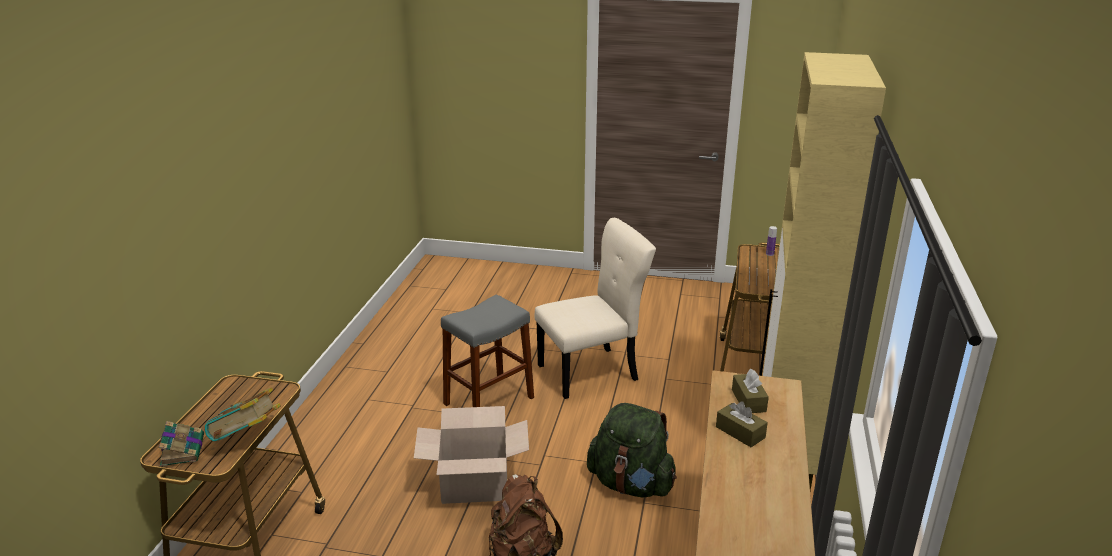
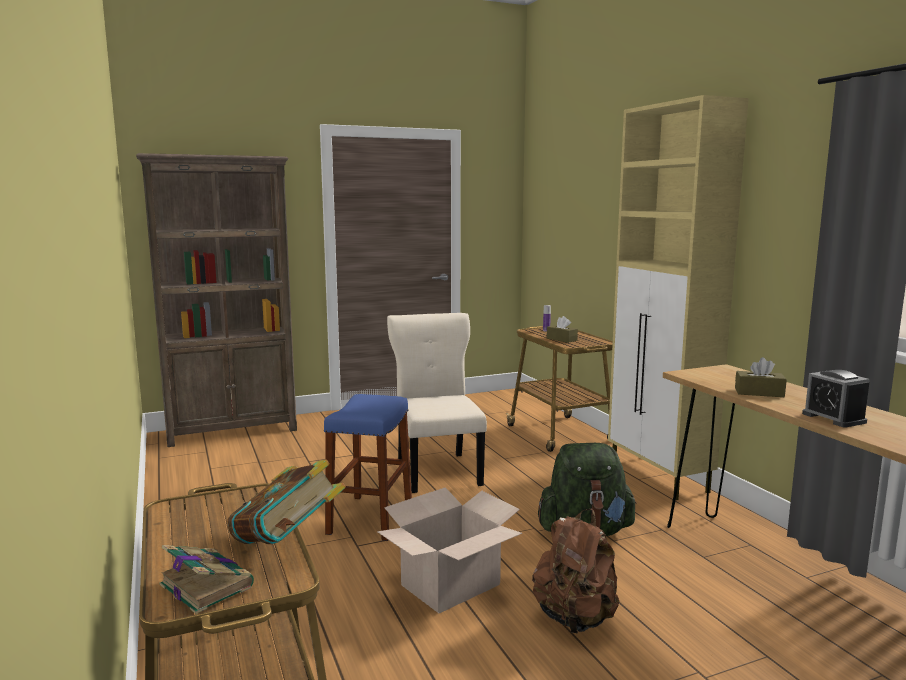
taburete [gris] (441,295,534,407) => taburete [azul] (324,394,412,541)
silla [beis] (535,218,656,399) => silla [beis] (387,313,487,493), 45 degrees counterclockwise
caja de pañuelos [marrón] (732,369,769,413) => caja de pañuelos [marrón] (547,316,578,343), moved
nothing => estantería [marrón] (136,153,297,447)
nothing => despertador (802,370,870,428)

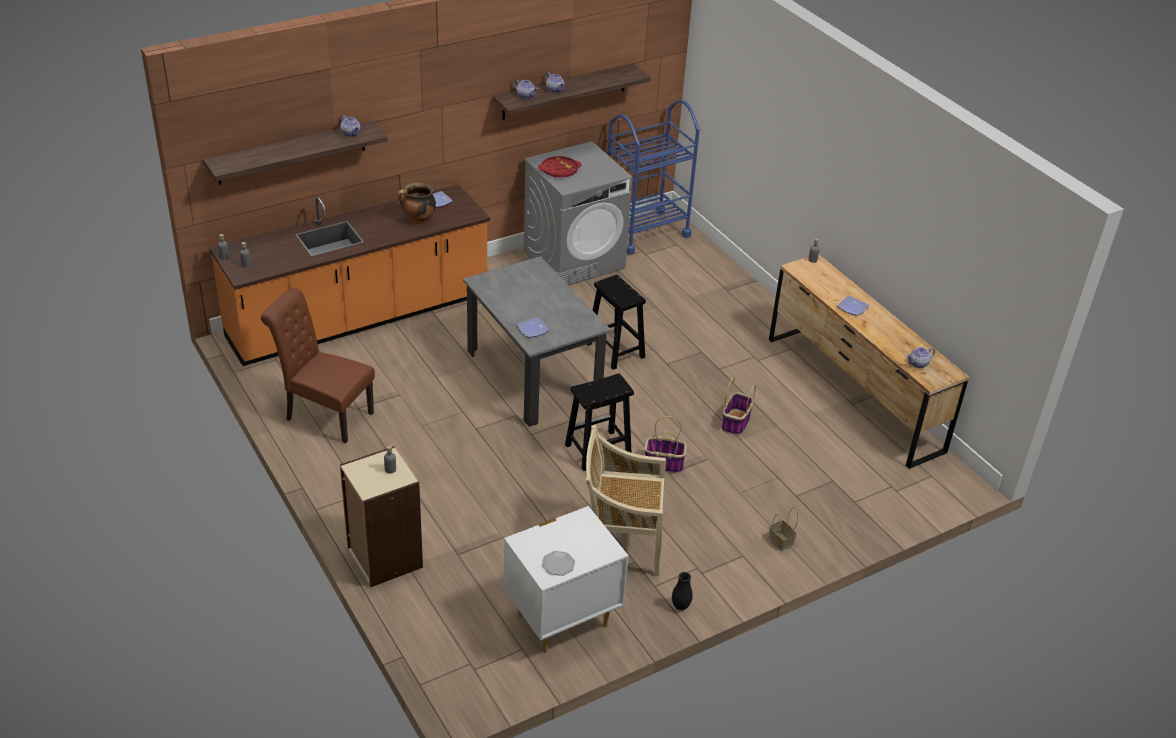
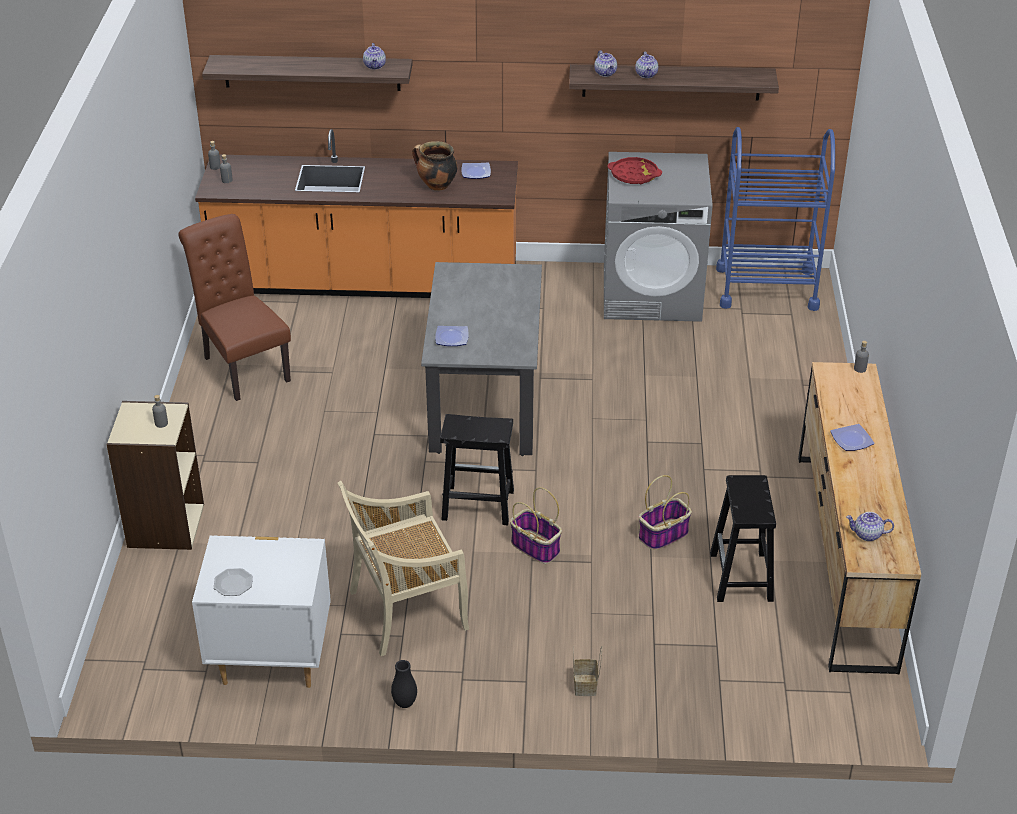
silla [beis] (586,425,666,576) => silla [beis] (337,481,469,656), 60 degrees counterclockwise
taburete [negro] (587,275,646,370) => taburete [negro] (710,475,776,602), moved

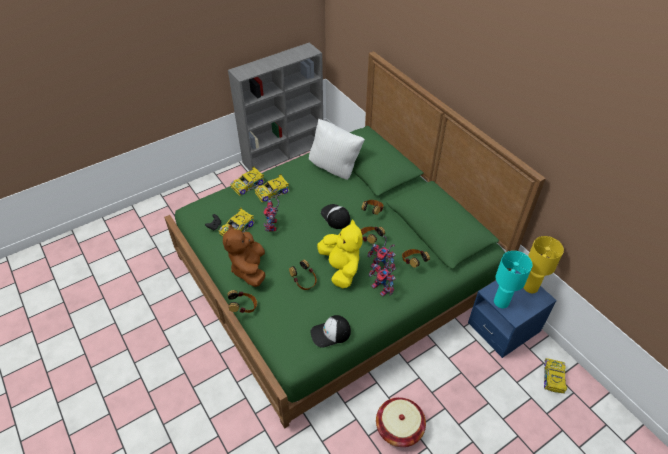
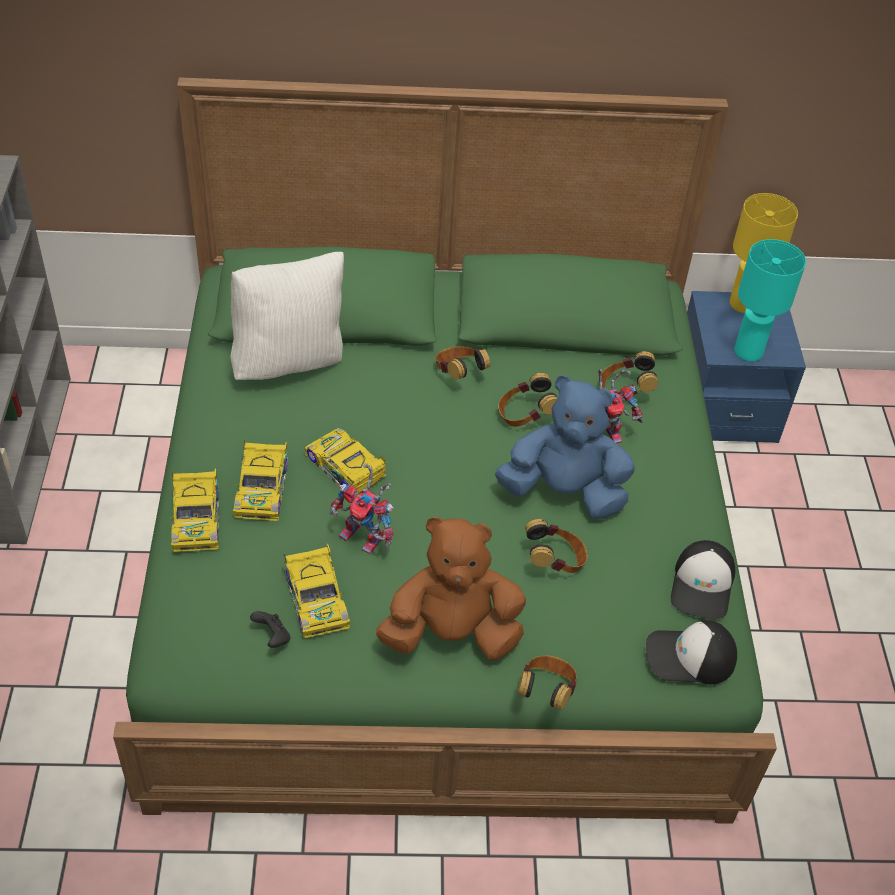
peluche [marrón] (223,224,265,287) => peluche [marrón] (376,517,526,660), 150 degrees clockwise
peluche [amarillo] (317,220,363,288) => peluche [azul] (495,376,635,519)
gorra (321,204,350,229) => gorra (646,620,737,684), moved
robot de juguete (368,257,396,296) => nothing
cesta (376,397,426,447) => nothing
coche de juguete (544,358,567,394) => coche de juguete (305,428,387,494), moved

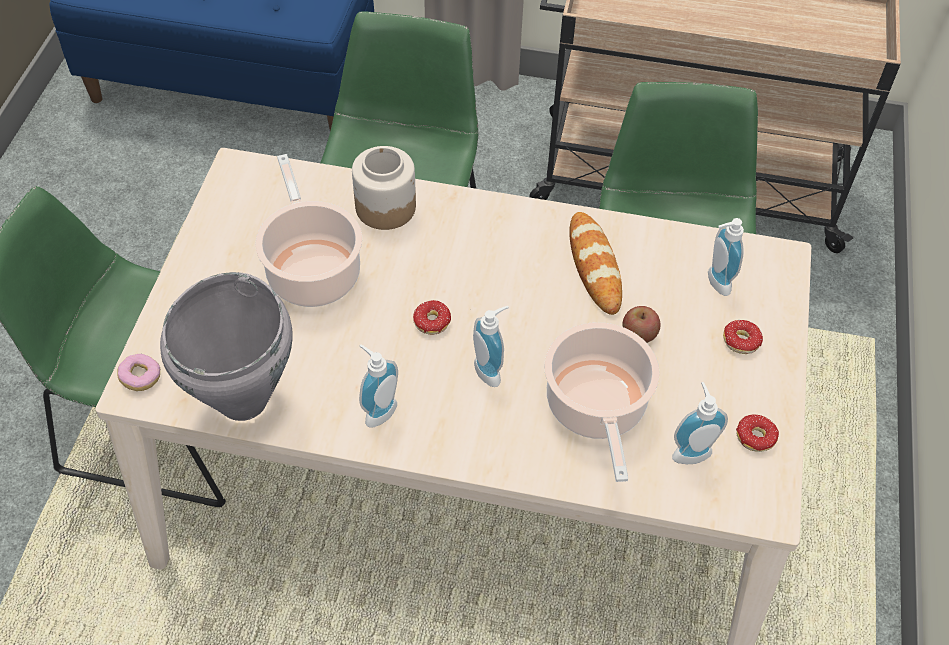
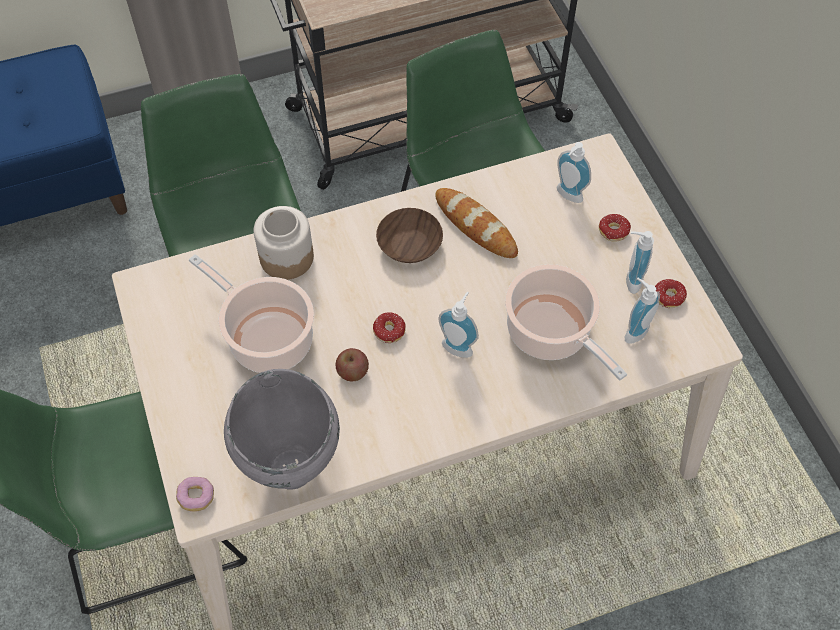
dispensador de jabón (359,345,398,428) => dispensador de jabón (626,231,654,294), moved
manzana (622,306,661,343) => manzana (335,348,369,381), moved
nothing => cuenco [marrón] (376,208,443,263)

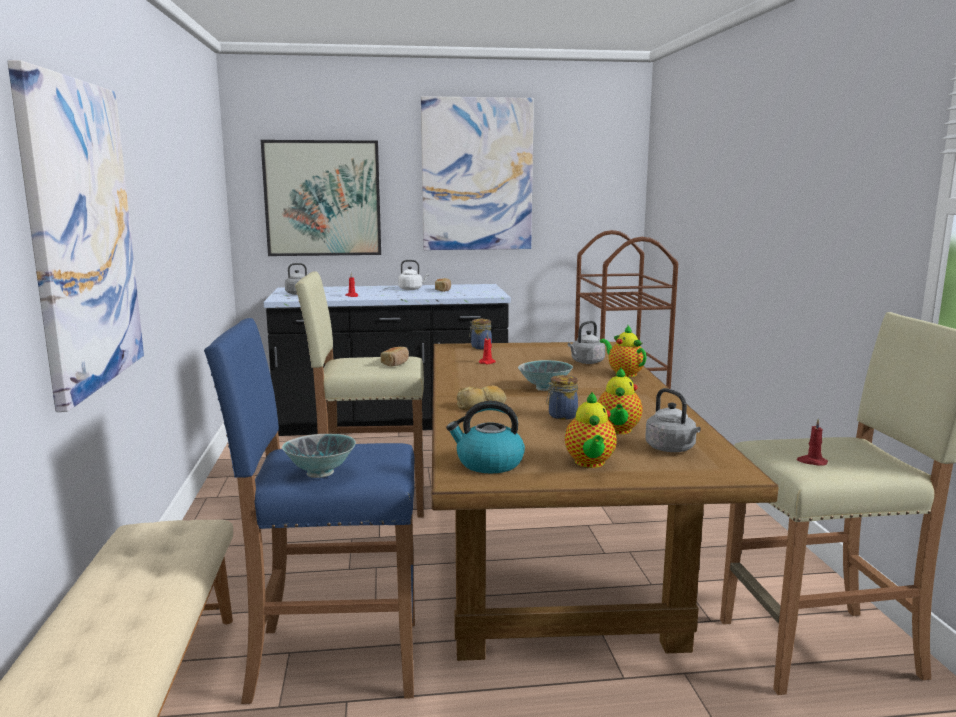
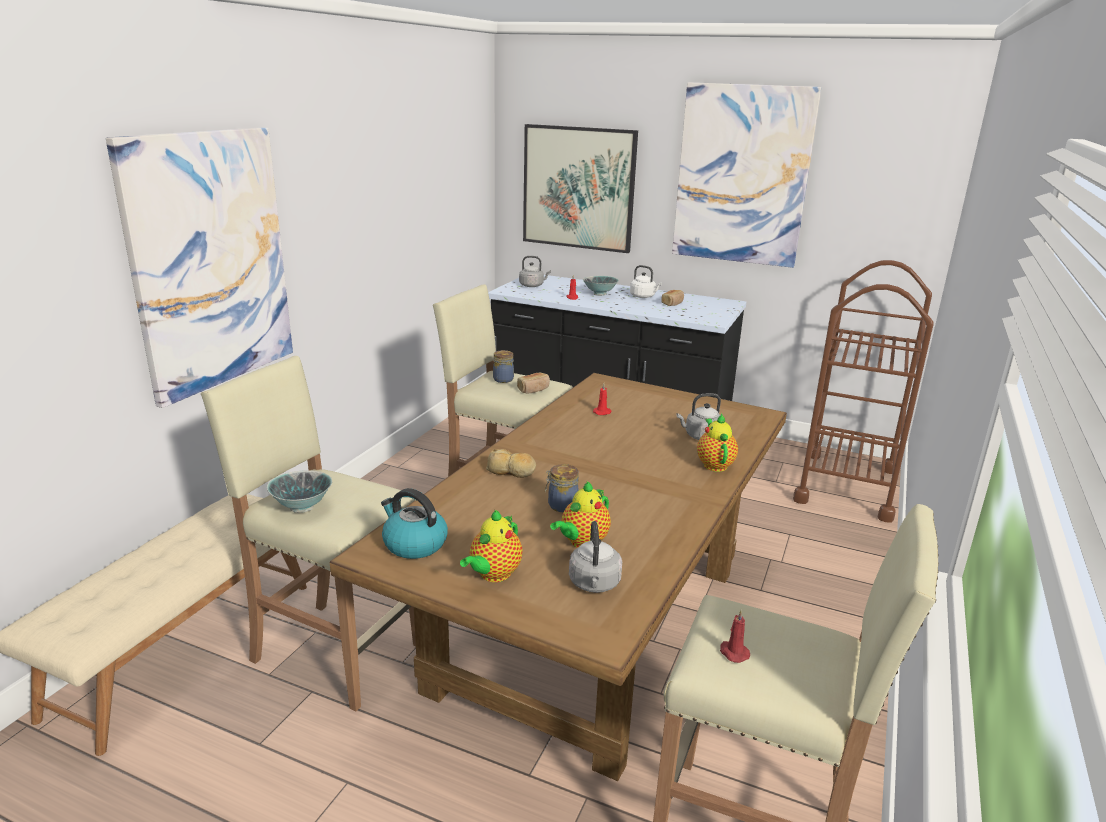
taburete [azul] (204,318,415,704) => taburete [beis] (201,356,416,711)
tarro (469,319,492,349) => tarro (493,350,514,383), moved
cuenco (518,360,573,391) => cuenco (583,276,619,296), moved

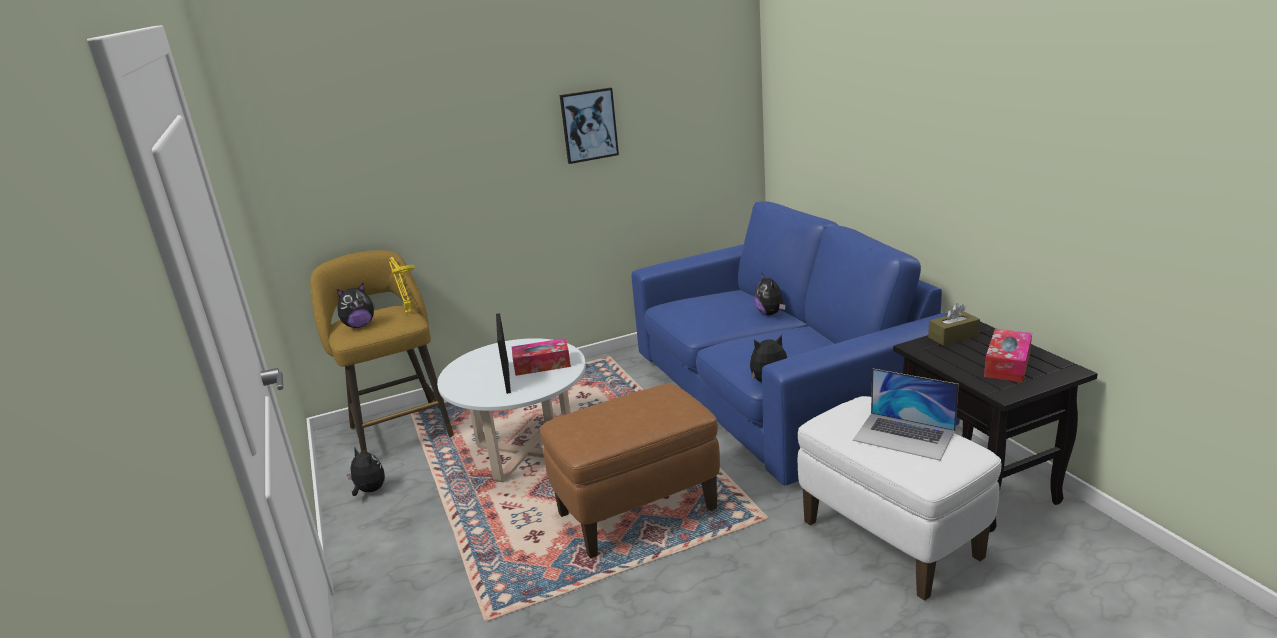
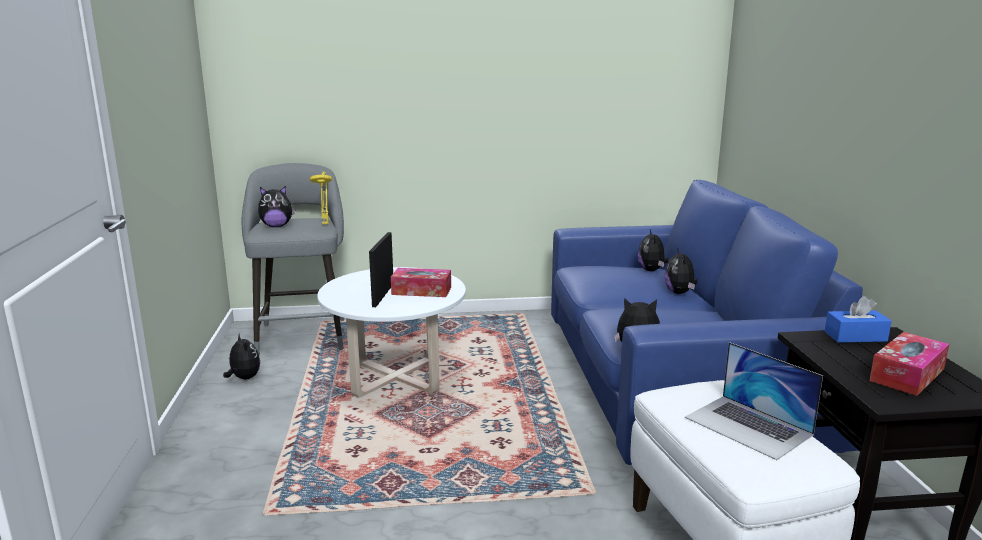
taburete [amarillo] (310,250,454,452) => taburete [gris] (242,163,344,355)
puf [marrón] (540,384,720,559) => nothing
cuadro (560,88,619,164) => nothing
caja de pañuelos [marrón] (928,303,980,346) => caja de pañuelos [azul] (824,296,892,343)
nothing => peluche (638,230,668,271)

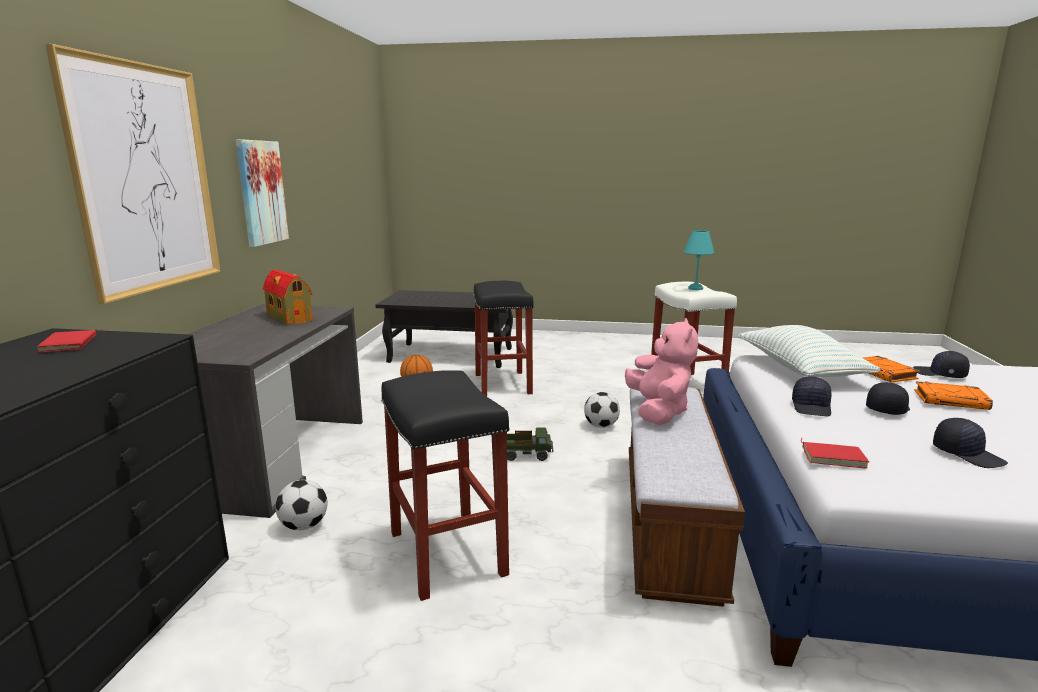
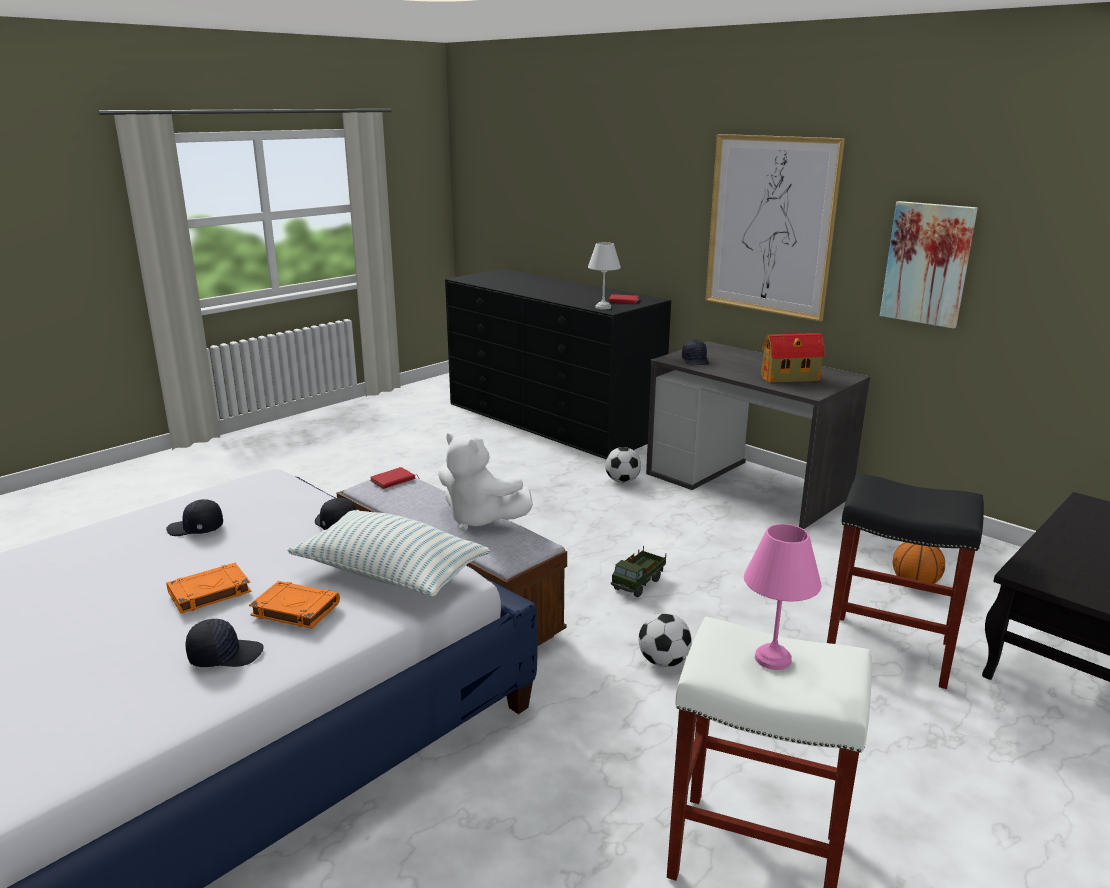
taburete [negro] (381,370,510,601) => nothing
peluche [rosa] (625,318,698,425) => peluche [blanco] (438,433,533,531)
lámpara de mesa [turquesa] (684,230,714,290) => lámpara de mesa [rosa] (744,524,821,670)
libro [rojo] (801,438,869,469) => libro [rojo] (370,467,420,489), moved
gorra [negro] (866,382,910,415) => gorra [negro] (682,340,709,365), moved
nothing => lámpara de mesa [blanco] (588,242,621,310)

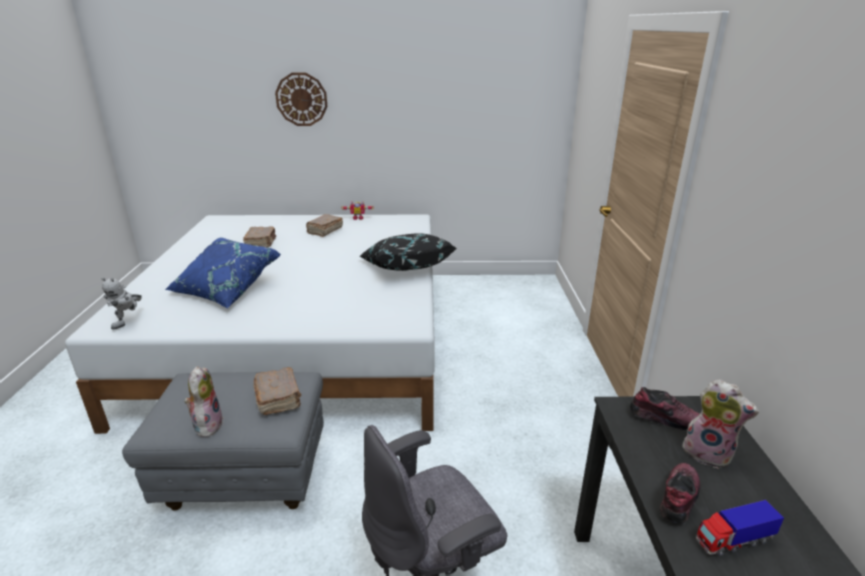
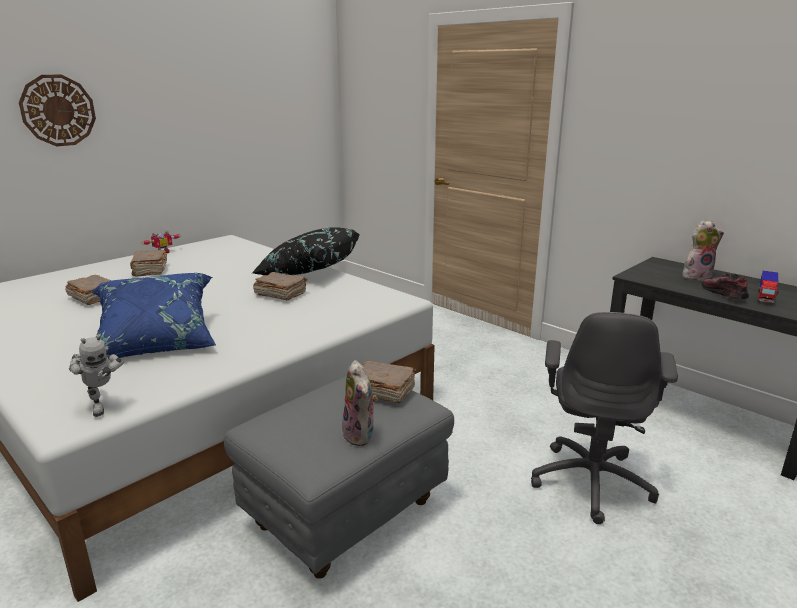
peluche (184,366,223,437) => peluche (342,360,378,446), 150 degrees counterclockwise
zapato (630,387,700,430) => nothing
nothing => libro [marrón] (253,272,307,300)

